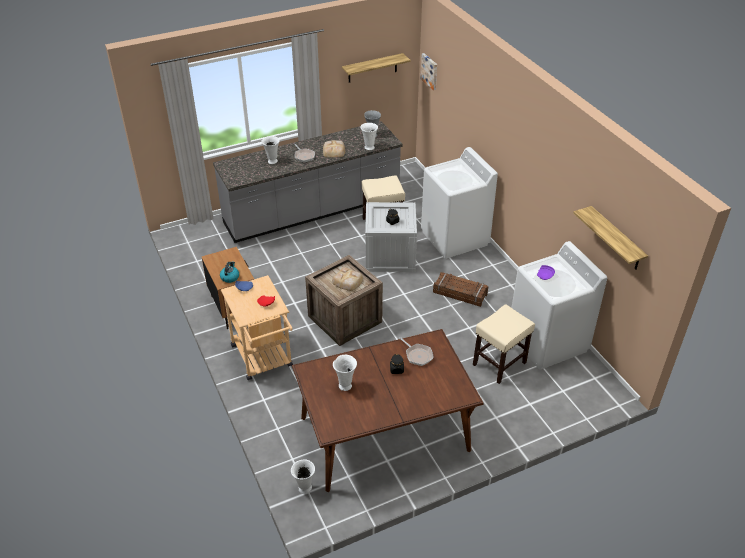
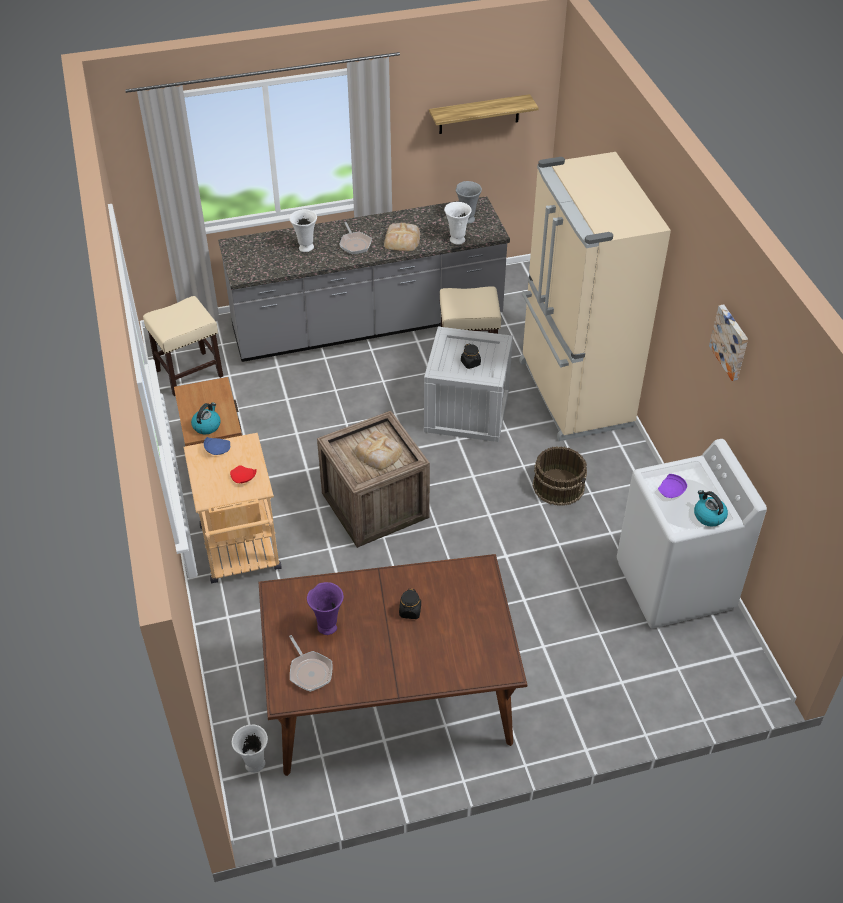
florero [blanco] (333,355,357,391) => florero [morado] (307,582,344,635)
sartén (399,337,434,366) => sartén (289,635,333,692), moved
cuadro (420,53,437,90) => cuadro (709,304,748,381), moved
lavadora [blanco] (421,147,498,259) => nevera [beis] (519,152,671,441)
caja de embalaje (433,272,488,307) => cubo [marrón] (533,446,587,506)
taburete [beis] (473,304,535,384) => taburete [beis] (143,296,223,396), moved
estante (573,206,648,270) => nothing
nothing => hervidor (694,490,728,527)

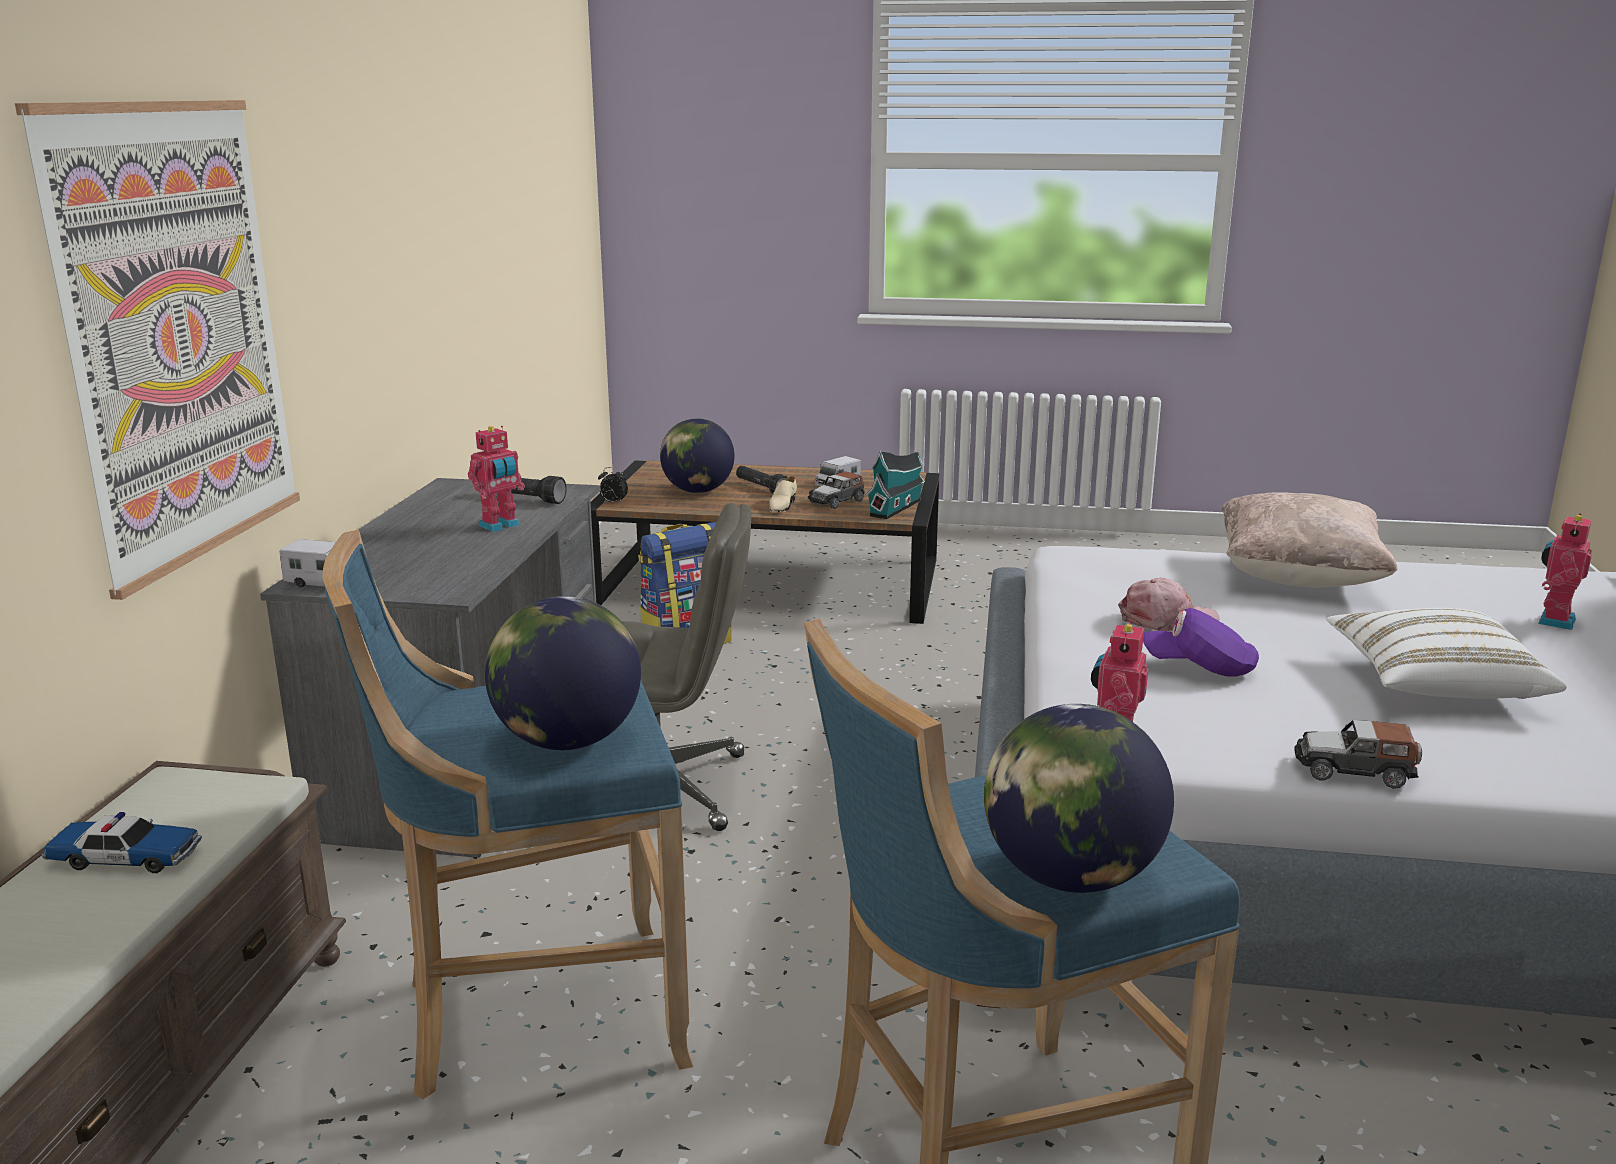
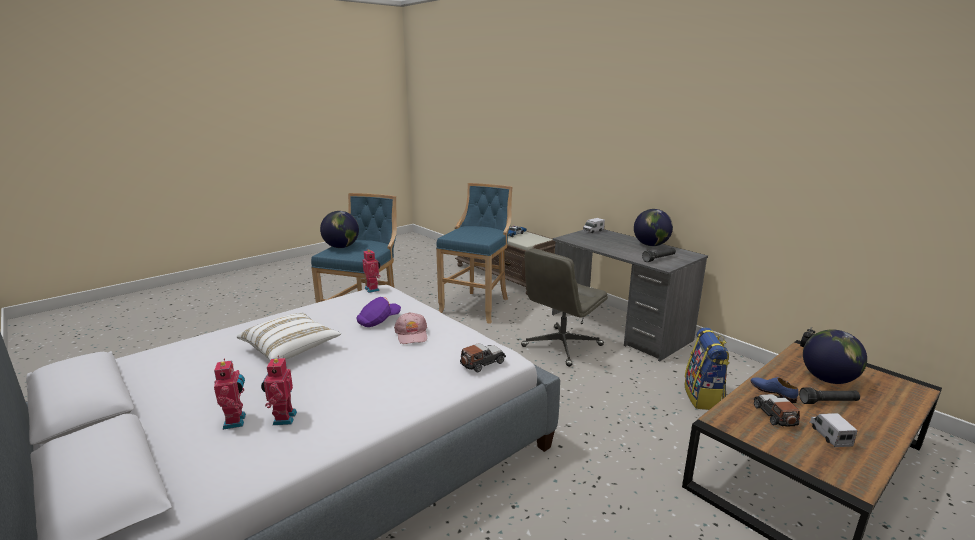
cuadro (15,100,300,600) => nothing
robot de juguete (468,426,525,532) => robot de juguete (261,355,297,425), moved
globo terráqueo (485,596,641,750) => globo terráqueo (634,209,673,246), moved
zapato [beis] (769,476,797,512) => zapato [azul] (751,377,799,403)
casita (866,451,925,519) => nothing
gorra [rosa] (1118,578,1219,631) => gorra [rosa] (394,312,427,344), 45 degrees counterclockwise
cojín [beis] (1222,492,1397,588) => nothing
coche de juguete (1294,720,1422,789) => coche de juguete (460,343,506,372), moved

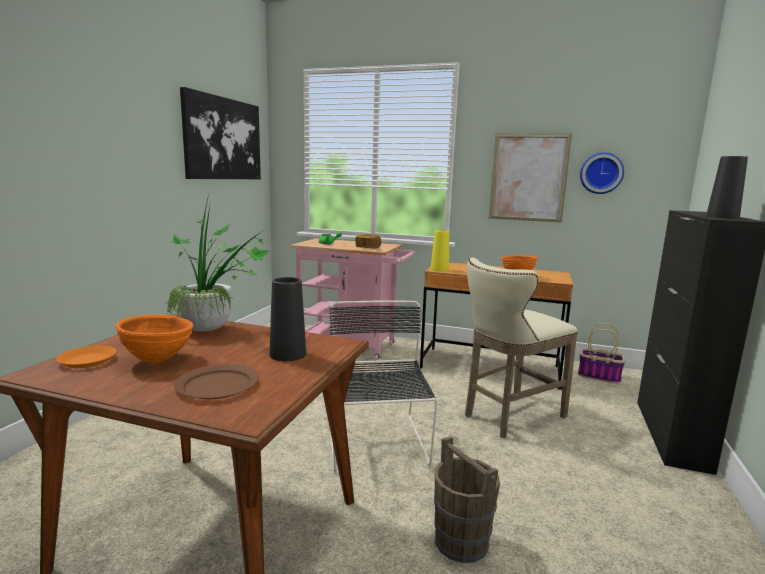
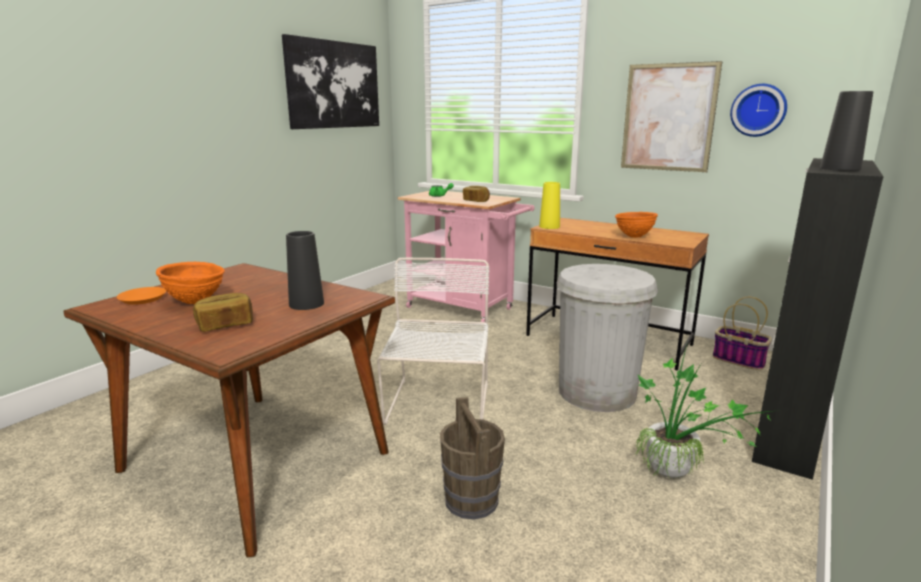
planta en maceta (165,190,270,332) => planta en maceta (635,341,779,478), moved
plato [marrón] (174,364,259,399) => pan (193,293,253,332)
silla [negro] (330,301,438,472) => silla [blanco] (377,258,489,425)
taburete [beis] (465,257,578,439) => papelera [blanco] (557,264,658,412)

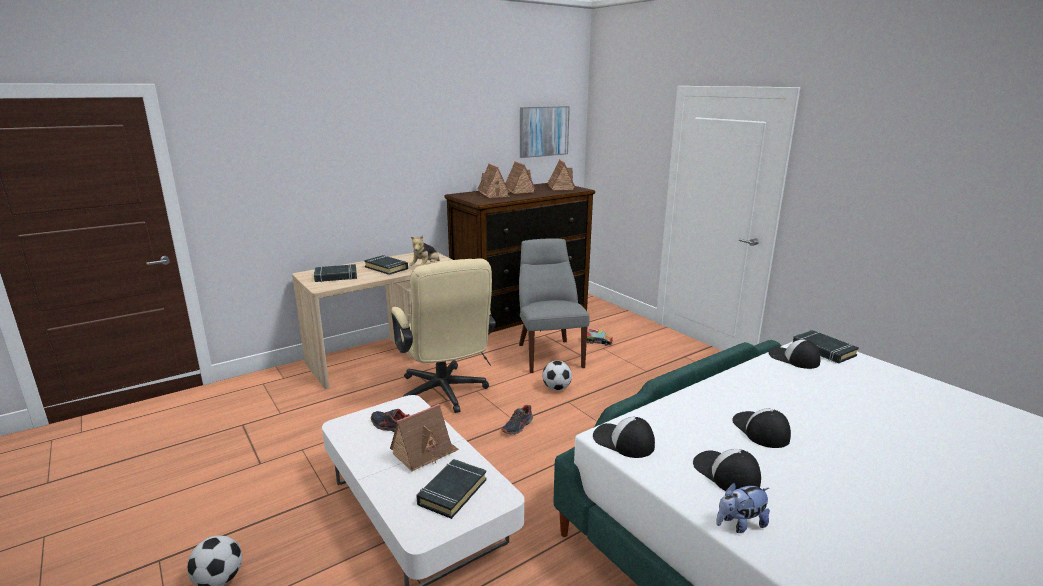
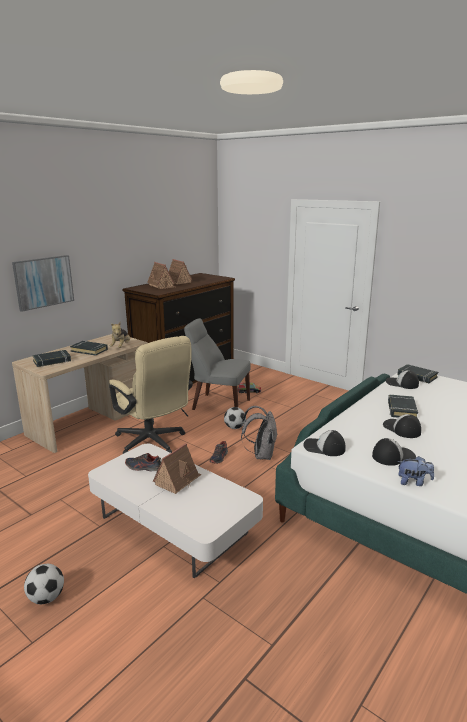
libro [negro] (416,459,487,519) => libro [negro] (388,395,418,418), moved
silla [gris] (519,238,590,373) => silla [gris] (184,318,251,410), 45 degrees counterclockwise
cuadro (520,106,570,158) => cuadro (12,255,74,312), moved
casita (548,159,575,190) => nothing
gorra (693,449,761,491) => gorra (372,438,416,466), 120 degrees clockwise
peluche (716,482,770,533) => peluche (397,456,434,486), 135 degrees counterclockwise
nothing => mochila [gris] (241,406,277,460)

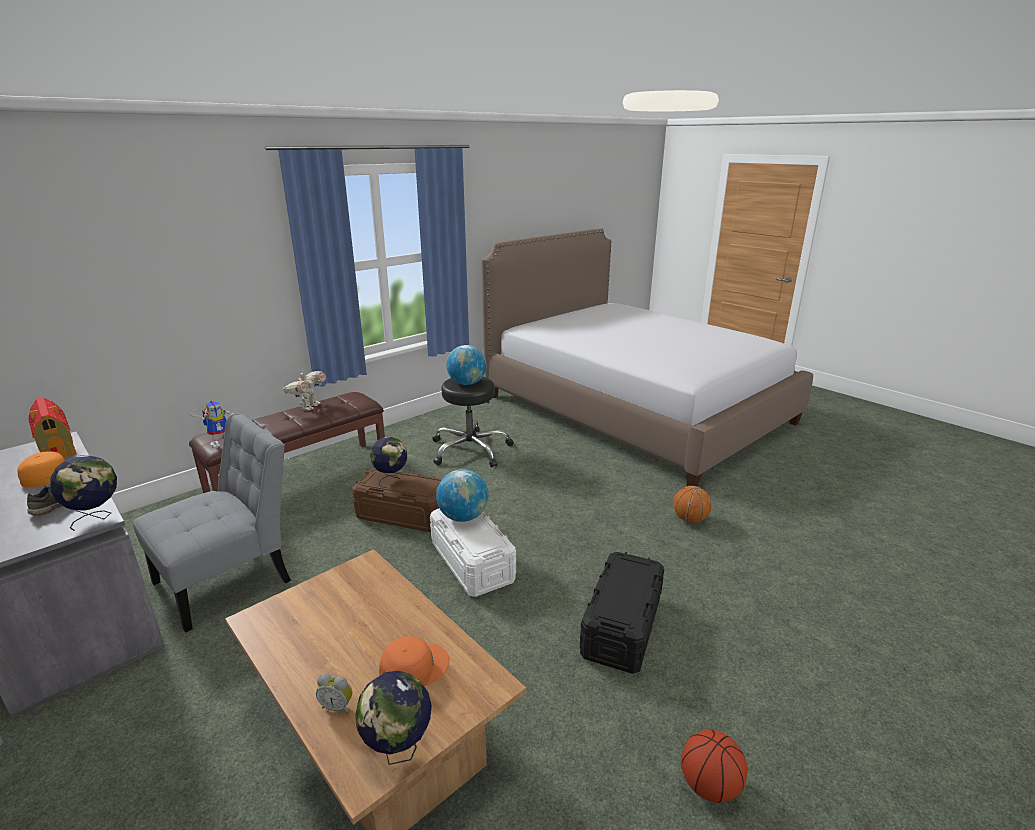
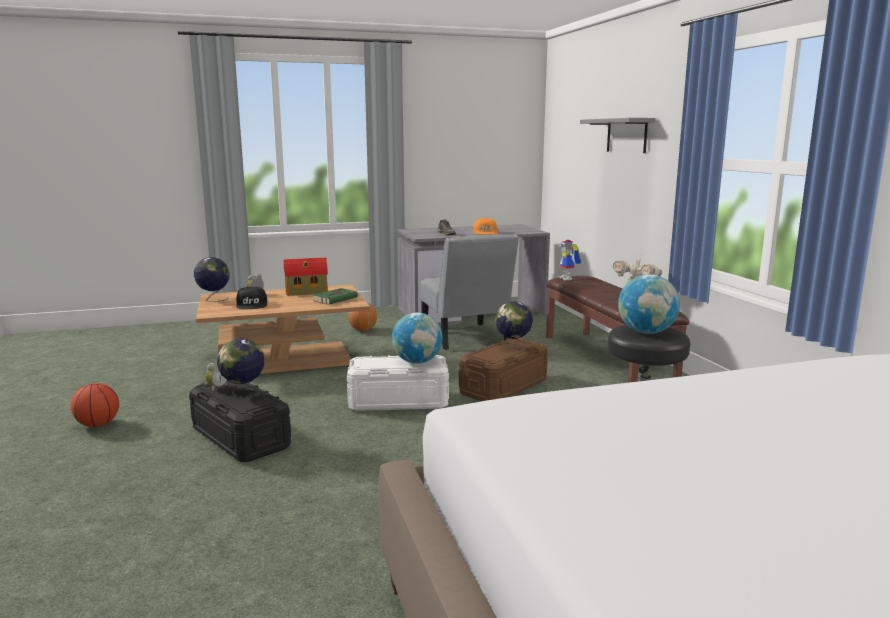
casita (28,398,77,458) => casita (284,257,328,296), moved
globo terráqueo (50,455,117,531) => globo terráqueo (217,338,264,398), moved
gorra [naranja] (379,636,449,687) => gorra [negro] (236,287,267,309)
balón de baloncesto (674,486,711,523) => balón de baloncesto (348,303,377,331), moved
nothing => despertador (206,362,227,391)
nothing => libro [verde] (313,288,358,304)
nothing => estante [gris] (580,118,656,153)

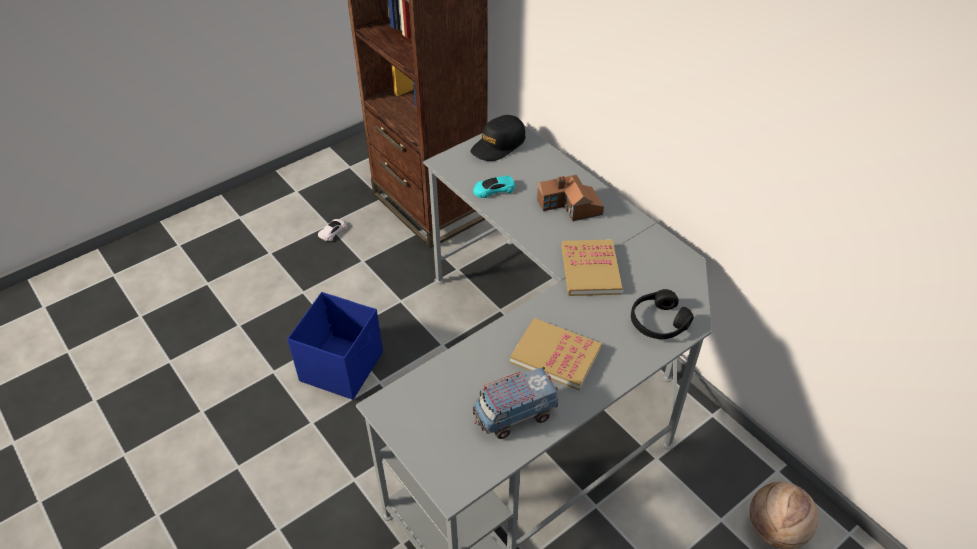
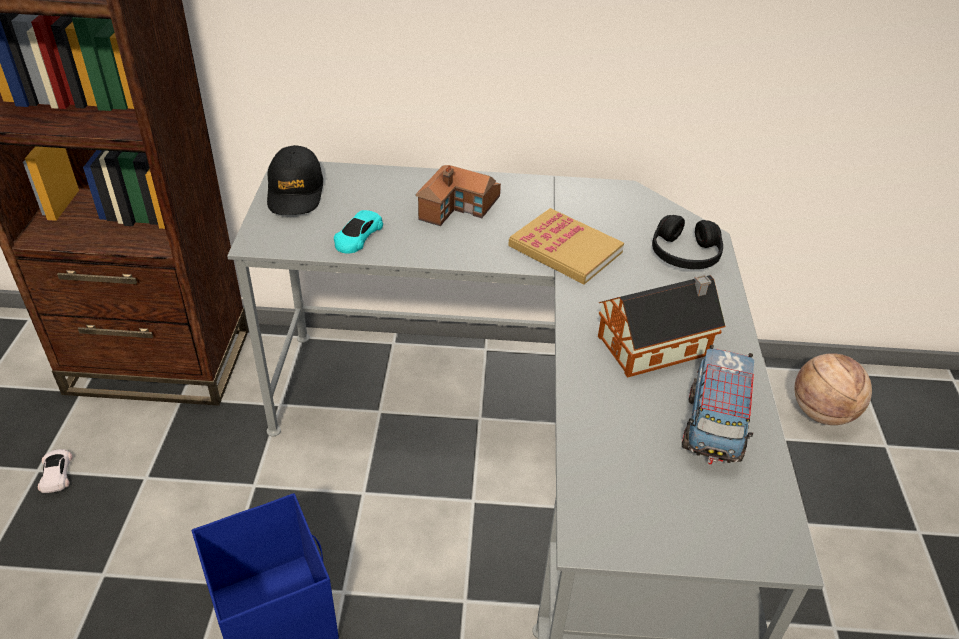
libro (510,318,602,390) => casita (598,275,726,377)

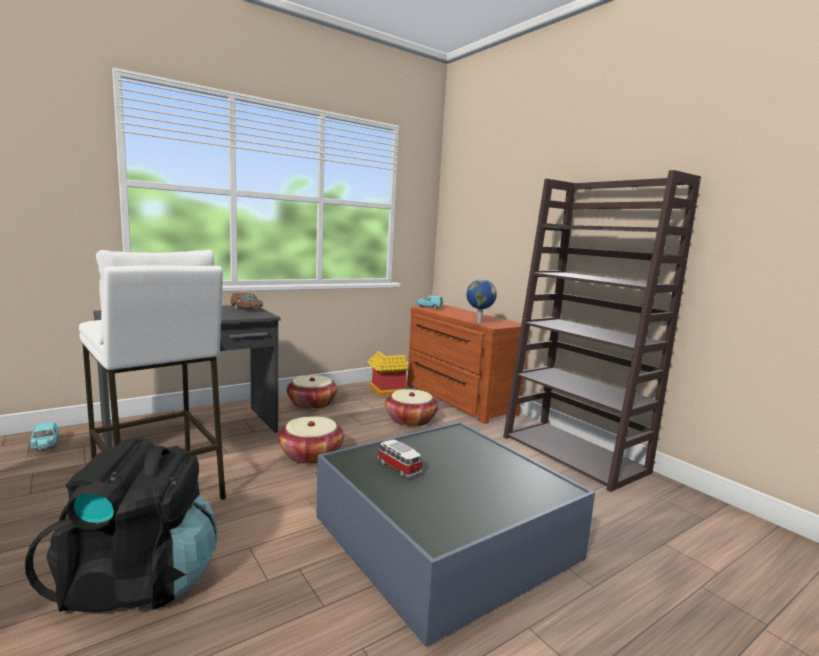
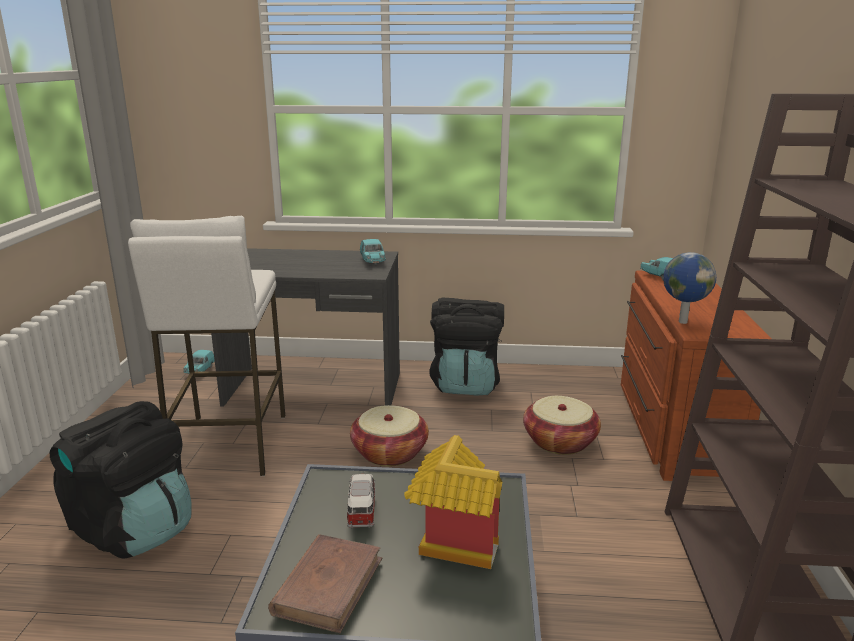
coche de juguete [marrón] (231,292,263,311) => coche de juguete [turquesa] (360,239,386,265)
cesta (287,375,338,409) => mochila [negro] (430,298,504,396)
casita (367,351,408,396) => casita (404,435,502,569), moved
nothing => libro [marrón] (268,534,382,633)

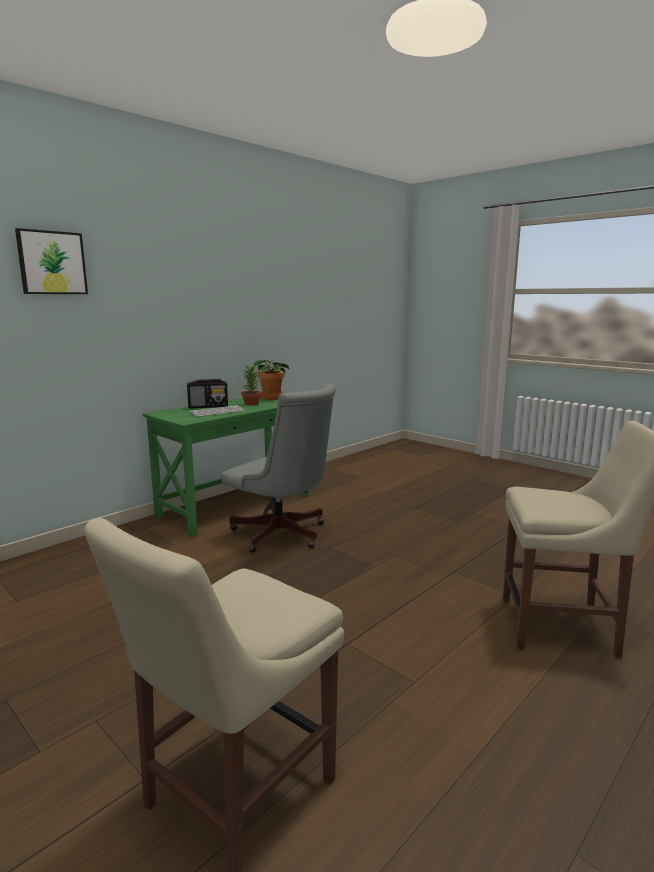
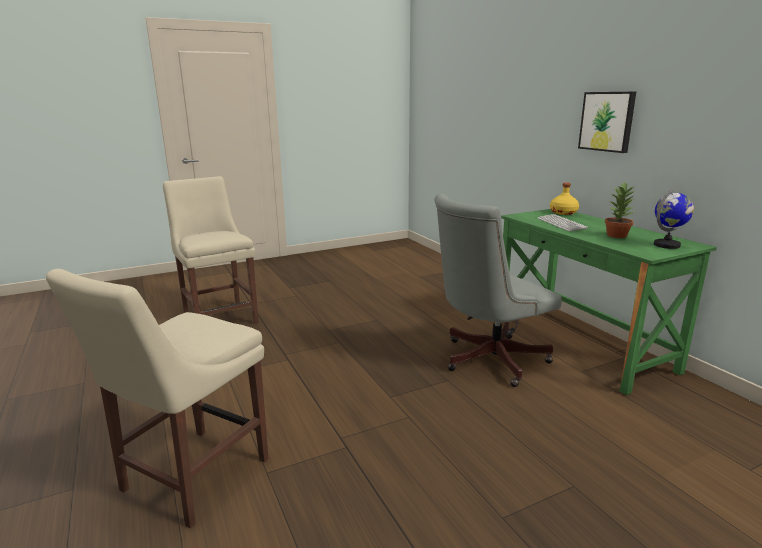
cuadro (15,228,88,294) => cuadro (578,92,636,153), moved
radio (187,379,228,408) => nothing
planta en maceta (254,360,289,400) => globo terráqueo (654,189,694,249)
nothing => botella [amarillo] (550,183,579,215)

